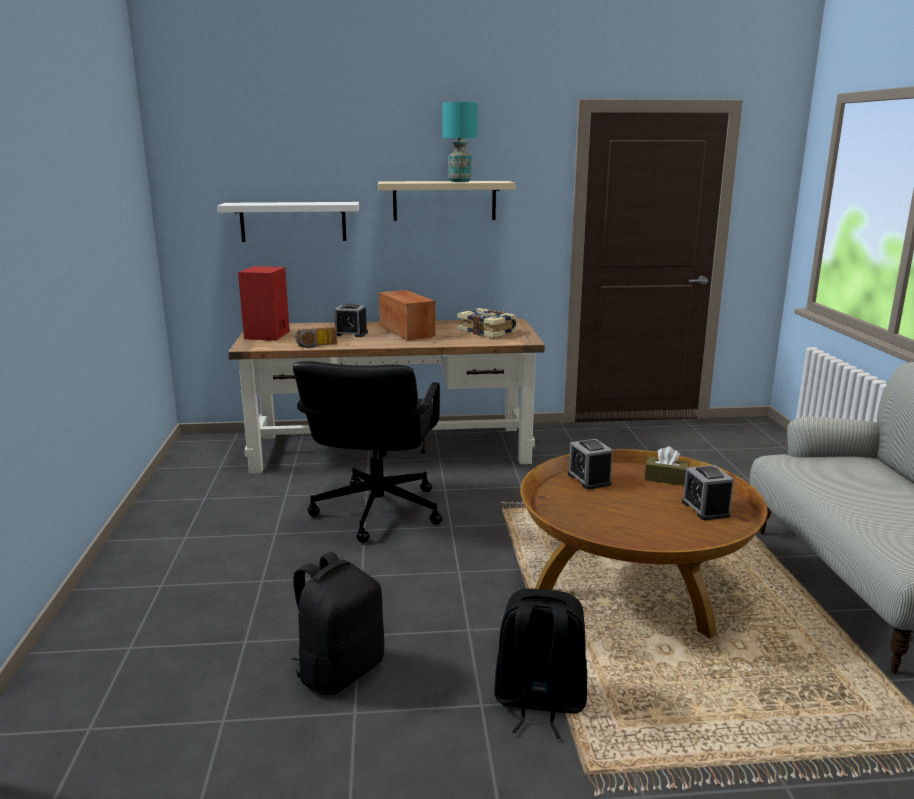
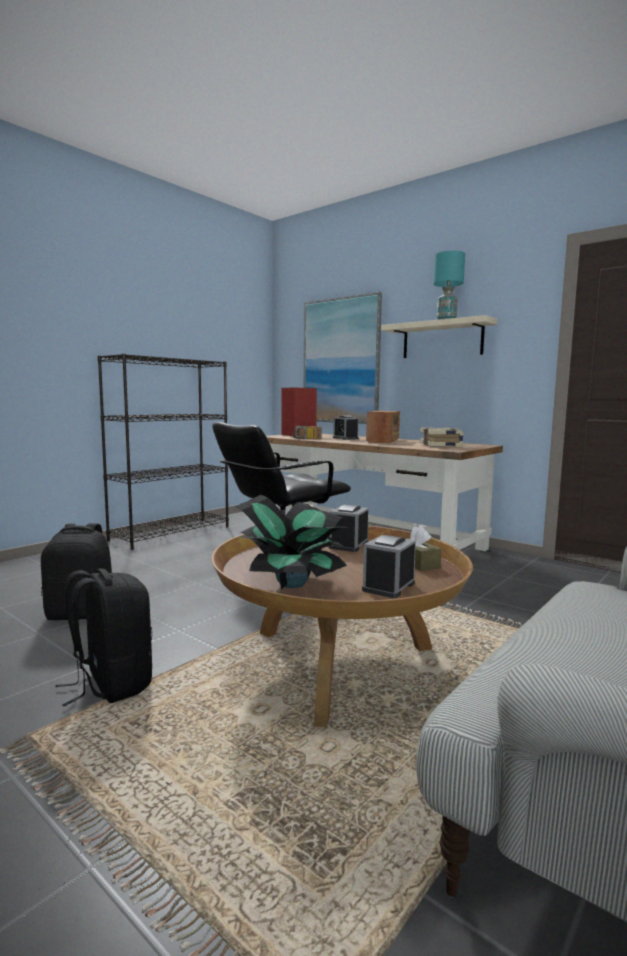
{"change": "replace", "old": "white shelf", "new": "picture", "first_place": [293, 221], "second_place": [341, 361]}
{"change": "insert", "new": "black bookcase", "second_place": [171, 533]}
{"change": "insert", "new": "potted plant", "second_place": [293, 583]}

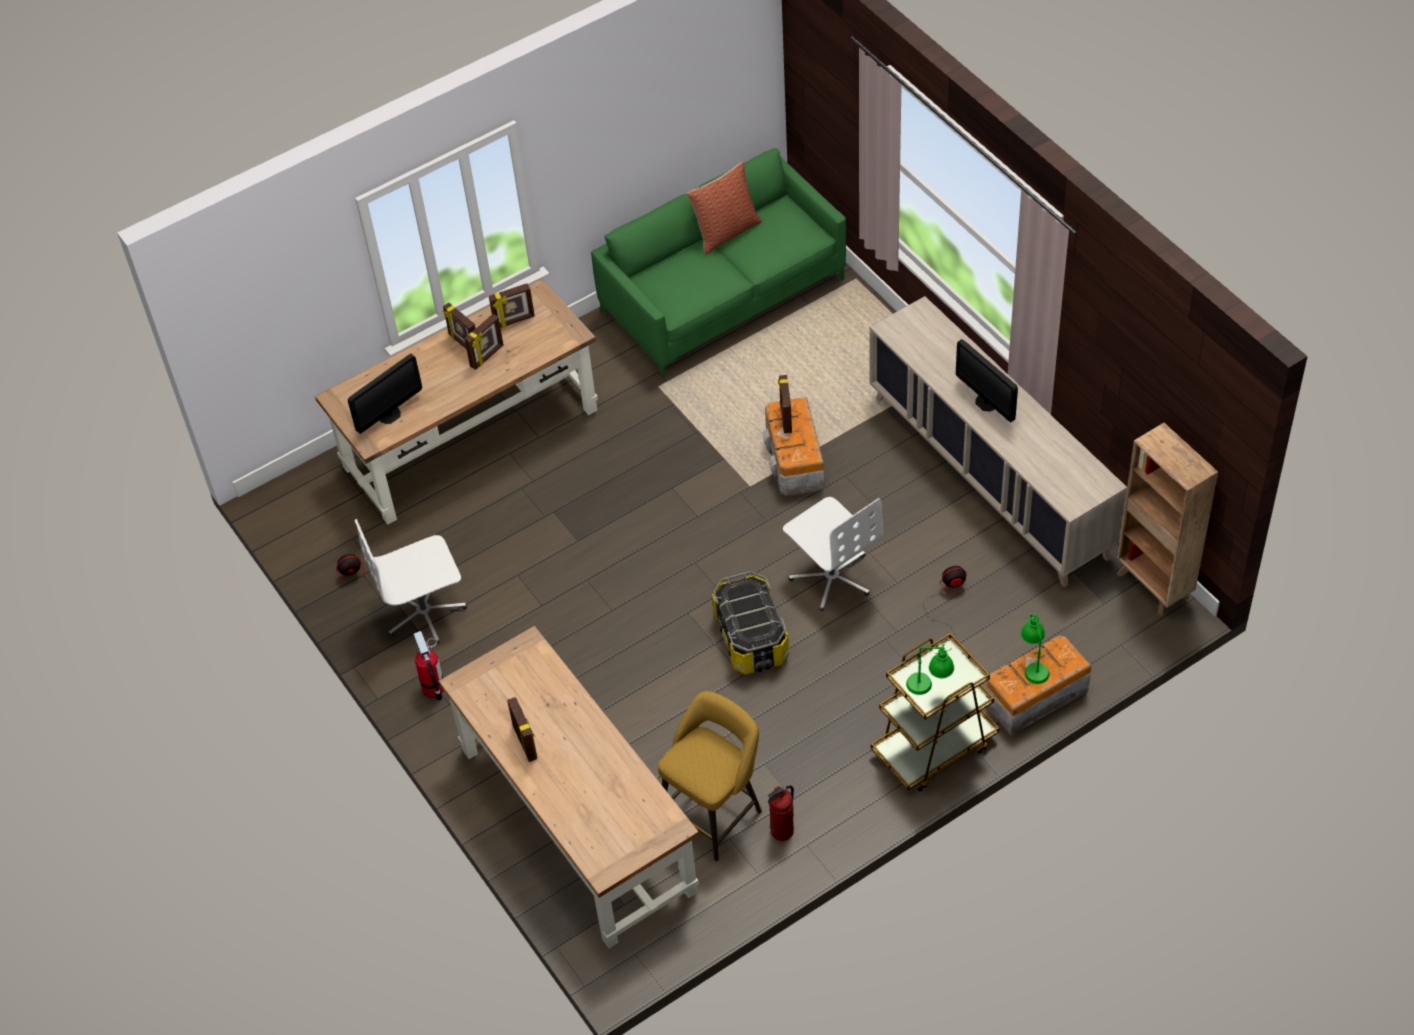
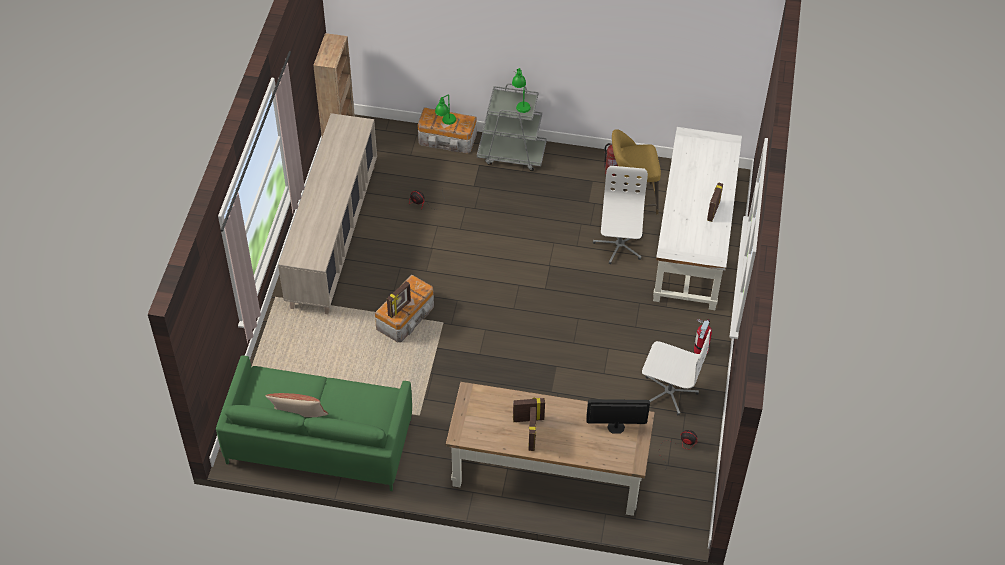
{"change": "recolor", "old": "brown desk", "new": "white desk", "first_place": [576, 819], "second_place": [693, 243]}
{"change": "delete", "old": "picture frame", "first_place": [514, 321]}
{"change": "delete", "old": "storage box", "first_place": [751, 637]}
{"change": "move", "old": "white office chair", "first_place": [832, 577], "second_place": [619, 245]}
{"change": "recolor", "old": "brown cart", "new": "grey cart", "first_place": [934, 747], "second_place": [512, 154]}
{"change": "delete", "old": "monitor", "first_place": [986, 402]}

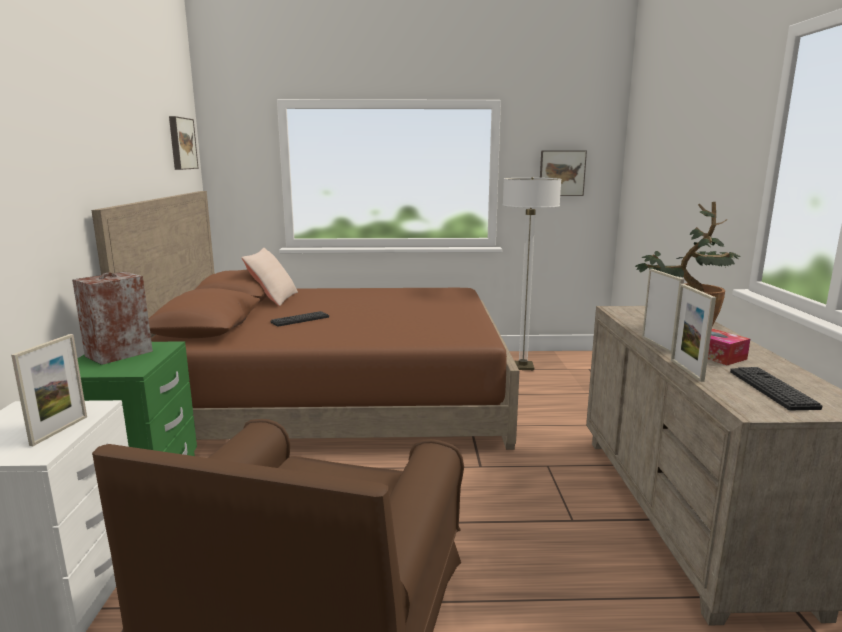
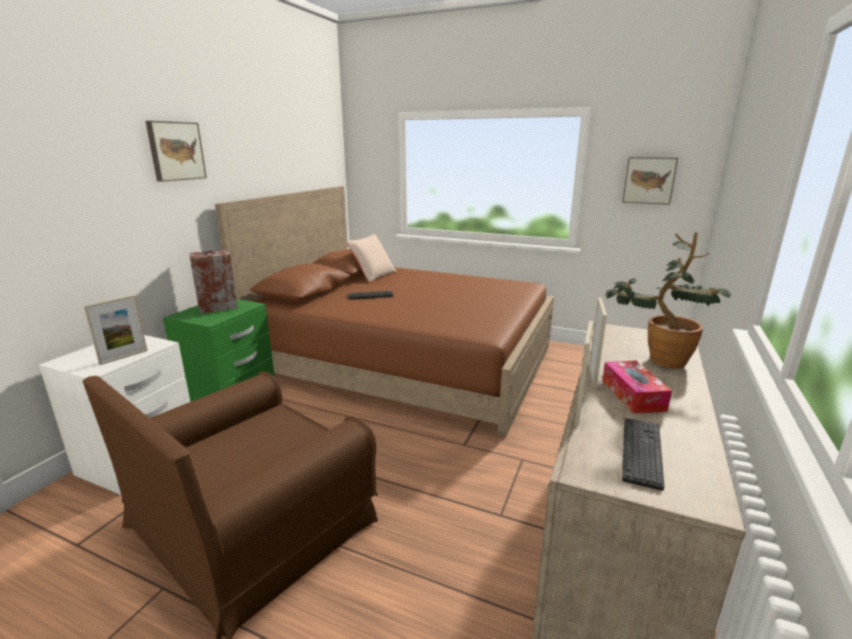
{"change": "move", "old": "picture", "first_place": [181, 143], "second_place": [175, 151]}
{"change": "delete", "old": "floor lamp", "first_place": [522, 367]}

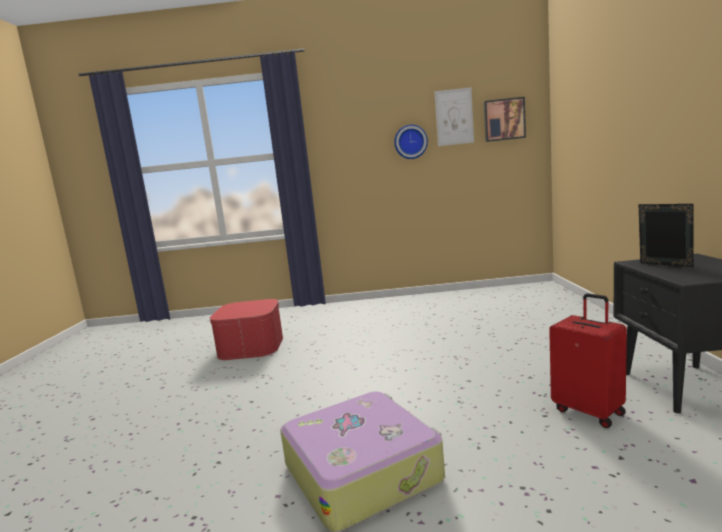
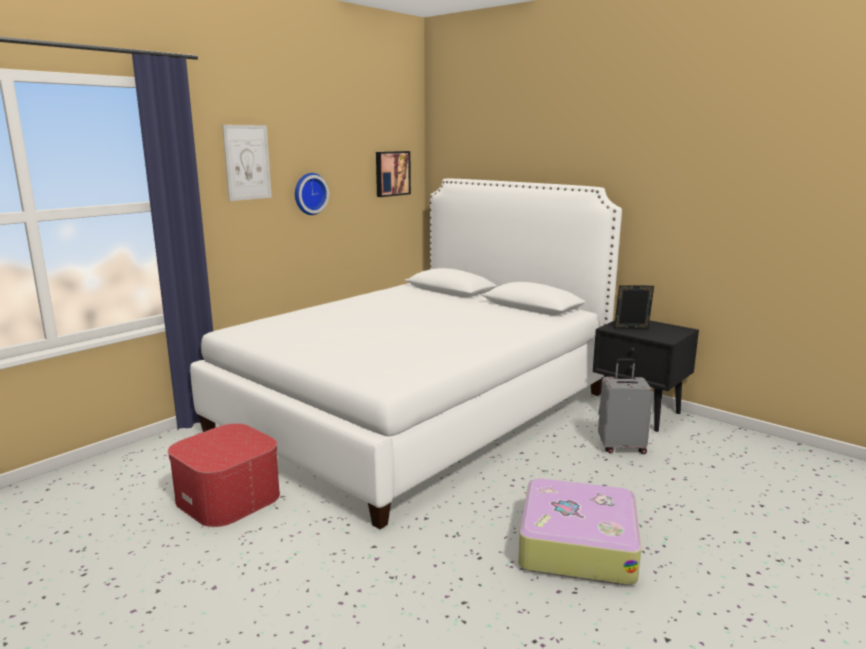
{"change": "move", "old": "picture", "first_place": [454, 117], "second_place": [247, 162]}
{"change": "recolor", "old": "red suitcase", "new": "grey suitcase", "first_place": [589, 411], "second_place": [621, 447]}
{"change": "insert", "new": "white bed", "second_place": [416, 411]}

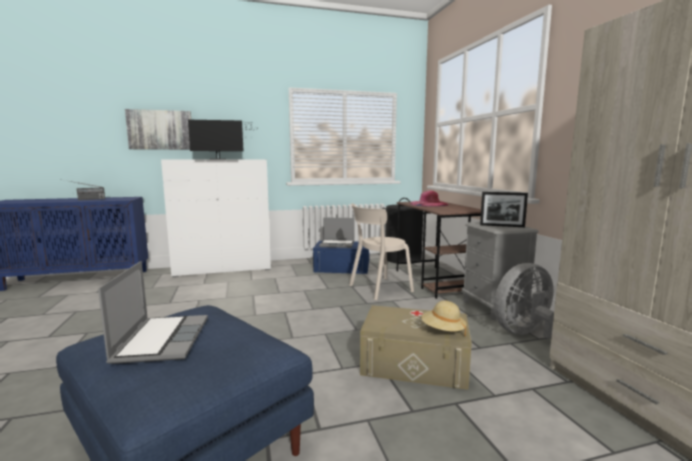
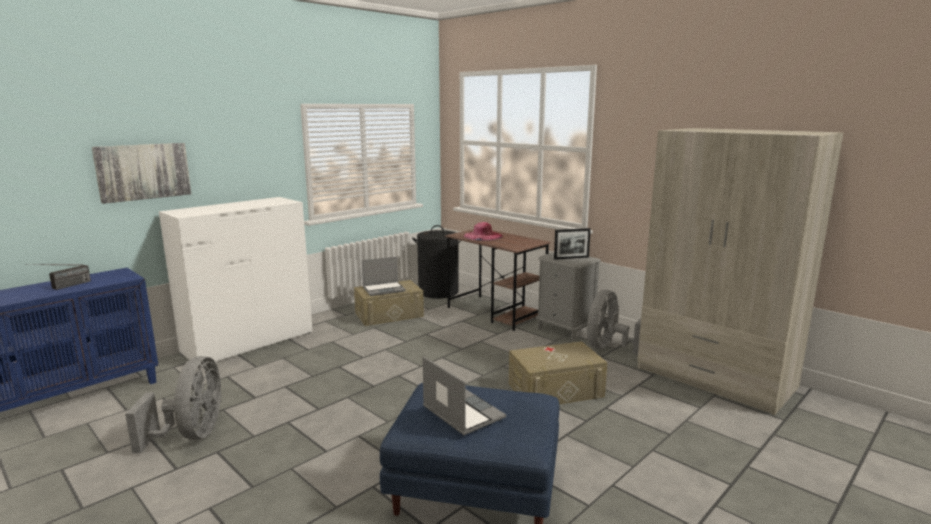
{"change": "delete", "old": "monitor", "first_place": [220, 159]}
{"change": "recolor", "old": "blue storage box", "new": "beige storage box", "first_place": [342, 268], "second_place": [389, 314]}
{"change": "delete", "old": "beige chair", "first_place": [378, 289]}
{"change": "delete", "old": "beige hat", "first_place": [442, 331]}
{"change": "insert", "new": "grey fan", "second_place": [192, 435]}

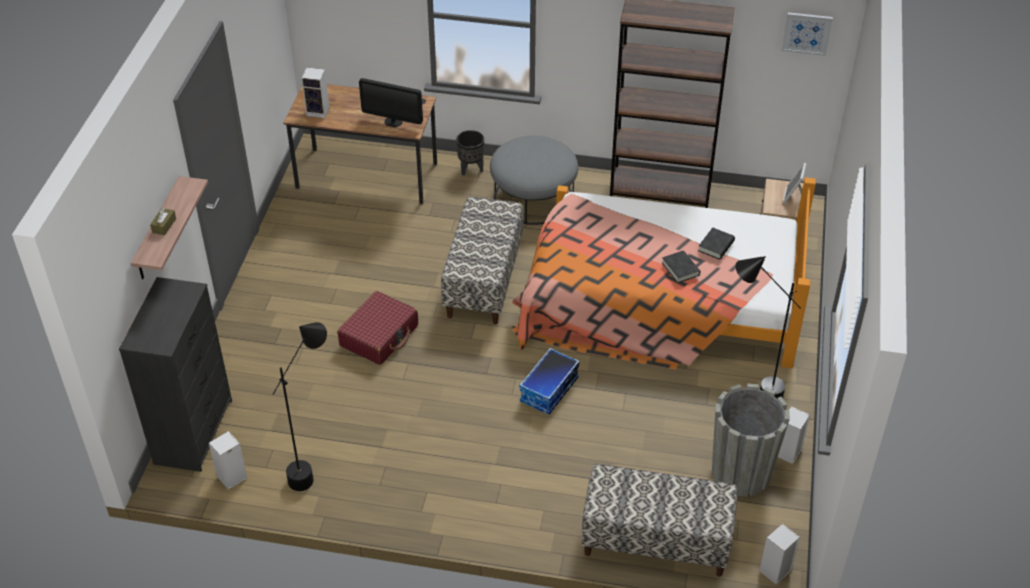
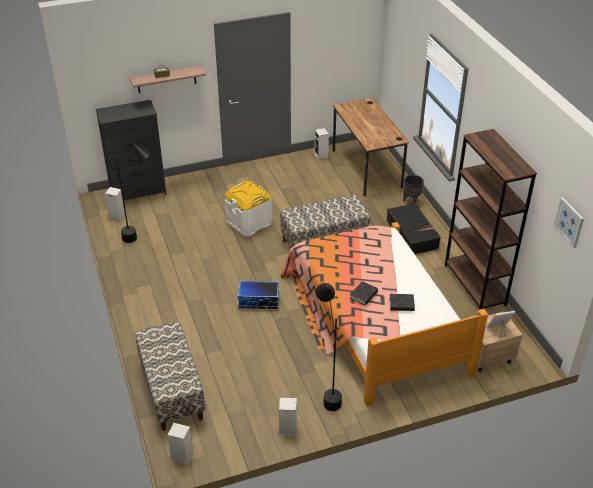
{"change": "move", "old": "speaker", "first_place": [319, 111], "second_place": [321, 155]}
{"change": "replace", "old": "red suitcase", "new": "white storage box", "first_place": [379, 335], "second_place": [249, 222]}
{"change": "delete", "old": "monitor", "first_place": [393, 122]}
{"change": "replace", "old": "grey ottoman", "new": "black suitcase", "first_place": [533, 198], "second_place": [412, 234]}
{"change": "delete", "old": "grey planter", "first_place": [741, 473]}

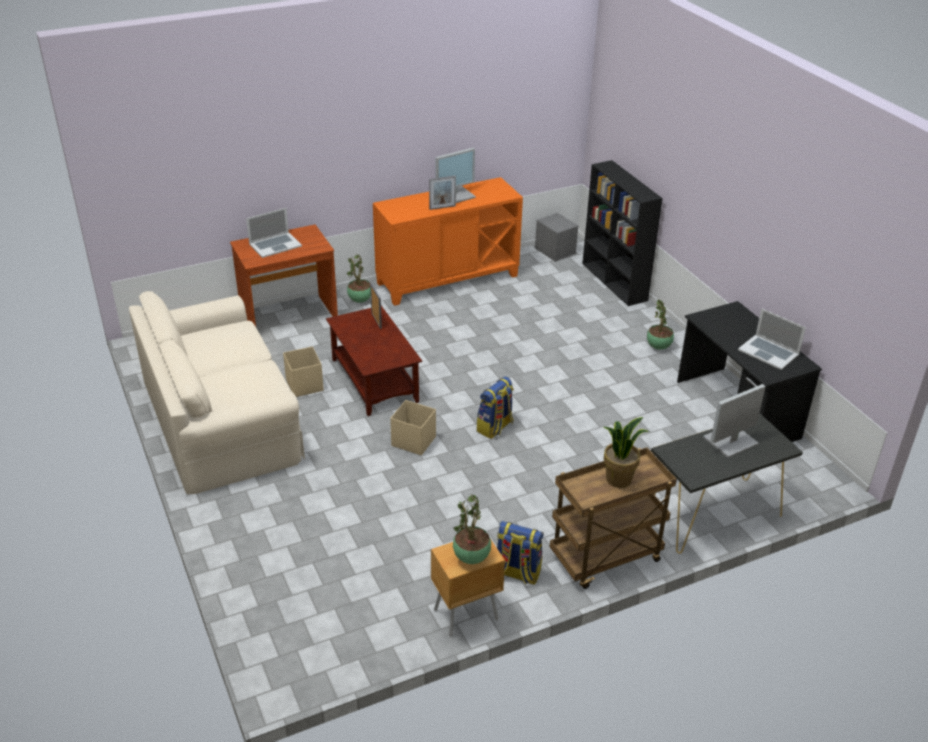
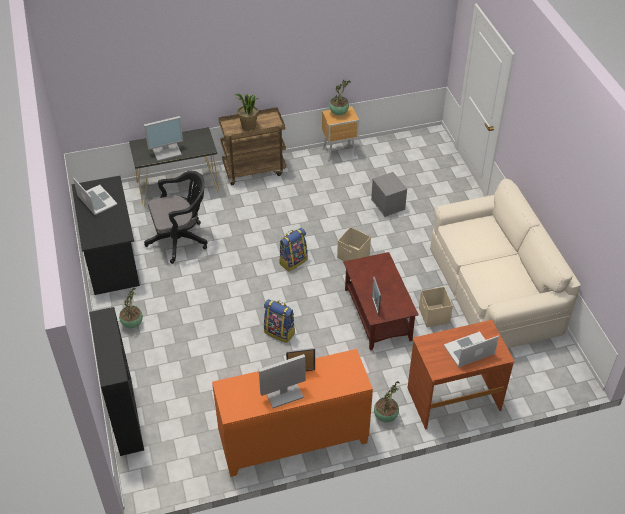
{"change": "move", "old": "backpack", "first_place": [517, 573], "second_place": [280, 332]}
{"change": "move", "old": "grey storage box", "first_place": [554, 251], "second_place": [388, 204]}
{"change": "insert", "new": "black office chair", "second_place": [181, 239]}

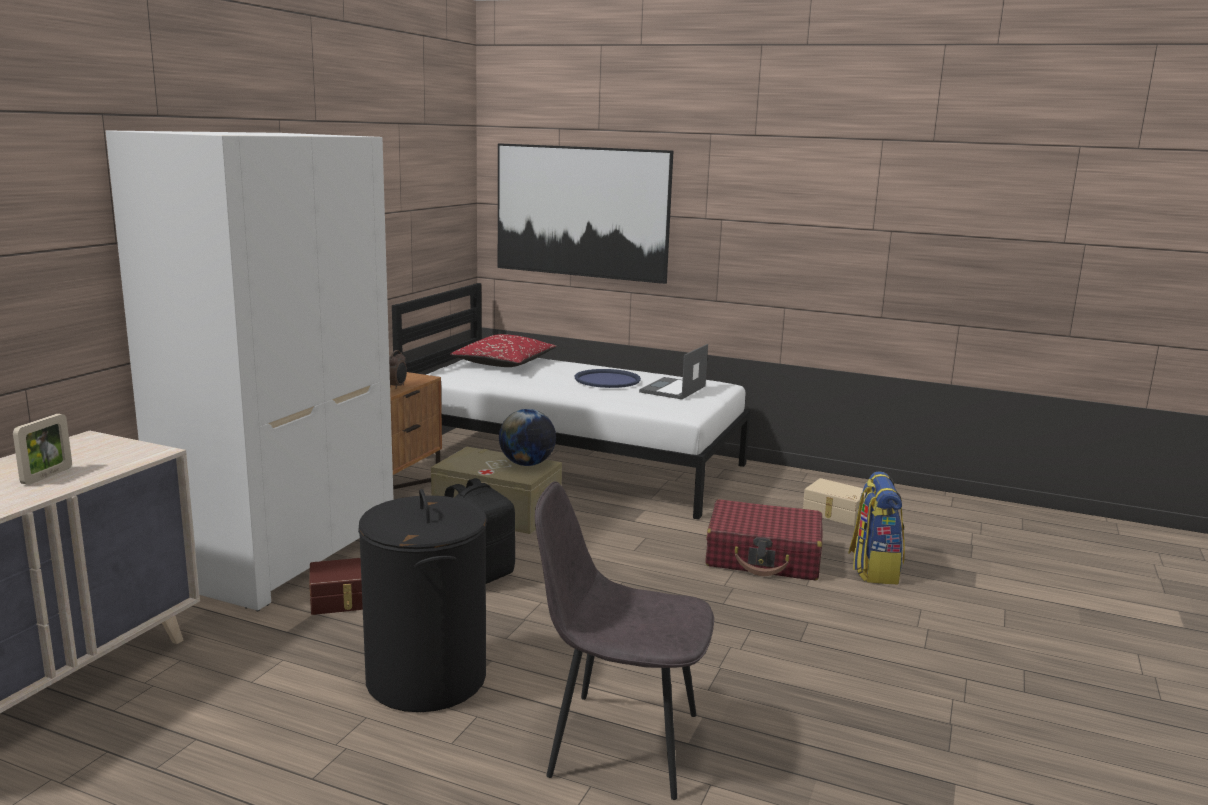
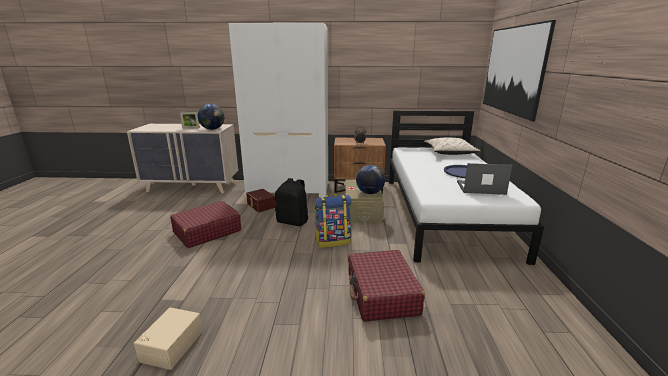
{"change": "replace", "old": "black laundry basket", "new": "red suitcase", "first_place": [427, 679], "second_place": [207, 232]}
{"change": "recolor", "old": "red pillow", "new": "beige pillow", "first_place": [503, 364], "second_place": [449, 153]}
{"change": "delete", "old": "grey chair", "first_place": [619, 743]}
{"change": "move", "old": "beige storage box", "first_place": [834, 513], "second_place": [171, 345]}
{"change": "move", "old": "backpack", "first_place": [873, 569], "second_place": [333, 241]}
{"change": "insert", "new": "globe", "second_place": [212, 129]}

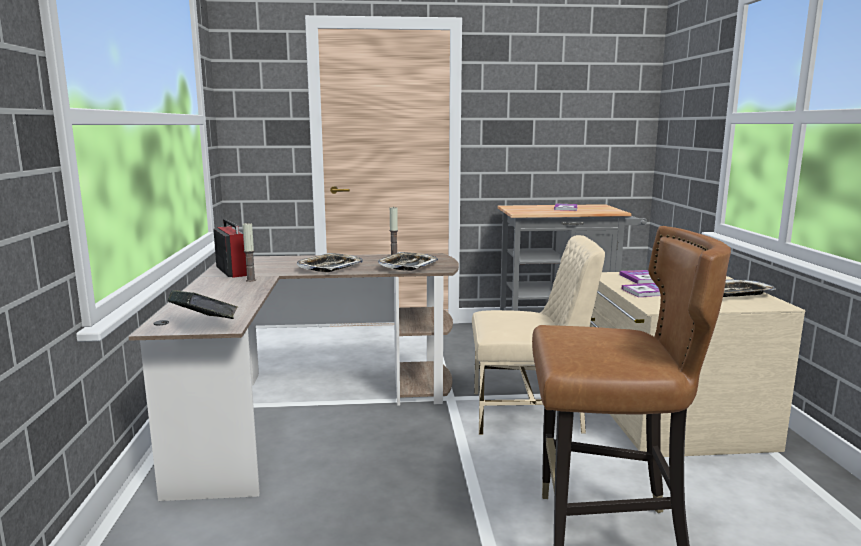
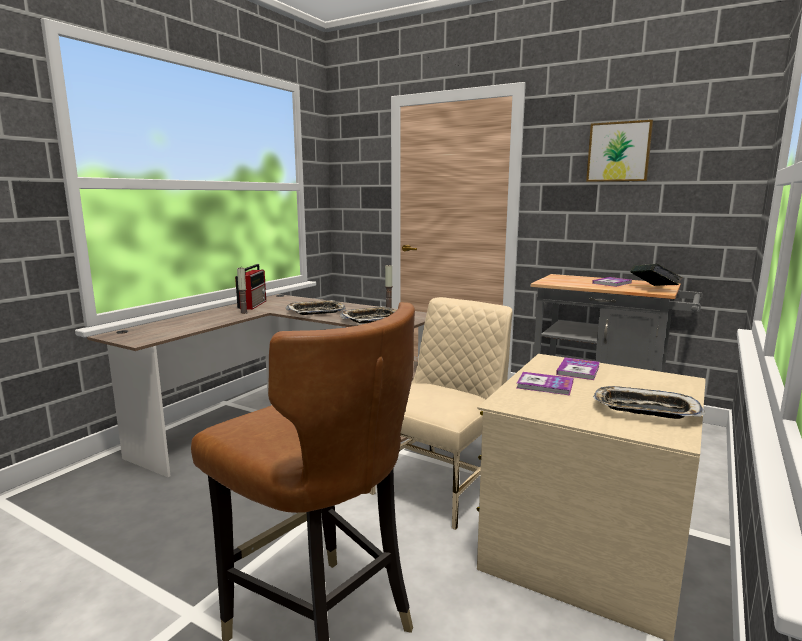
{"change": "move", "old": "book", "first_place": [204, 325], "second_place": [653, 289]}
{"change": "rotate", "old": "beige chair", "first_place": [529, 413], "second_place": [442, 485], "degrees": -90}
{"change": "insert", "new": "picture", "second_place": [619, 152]}

